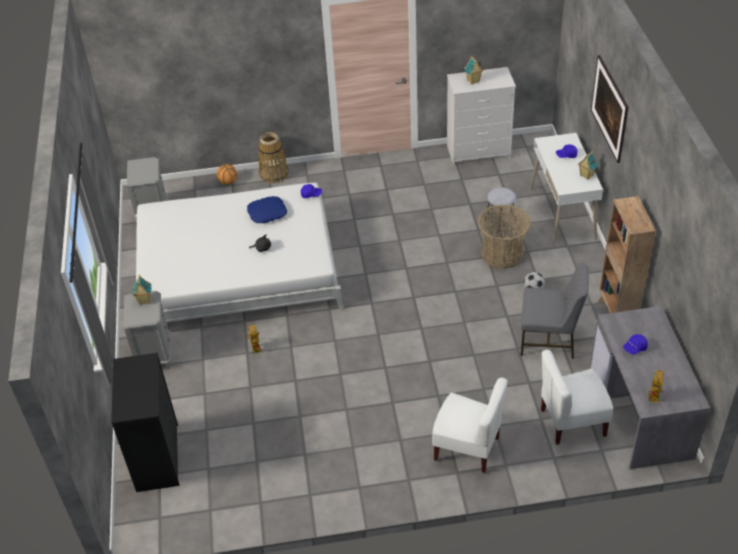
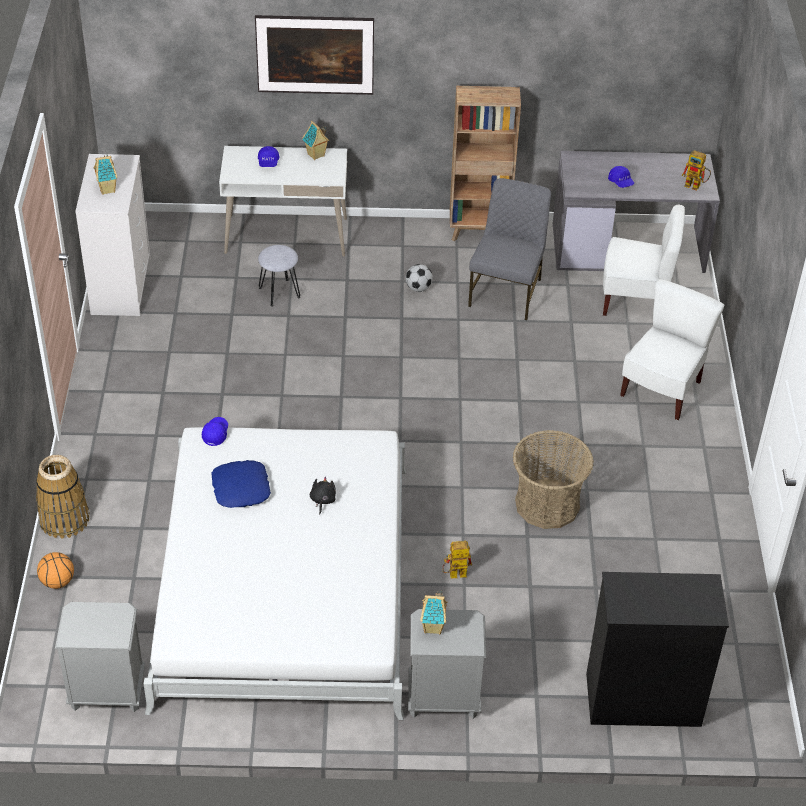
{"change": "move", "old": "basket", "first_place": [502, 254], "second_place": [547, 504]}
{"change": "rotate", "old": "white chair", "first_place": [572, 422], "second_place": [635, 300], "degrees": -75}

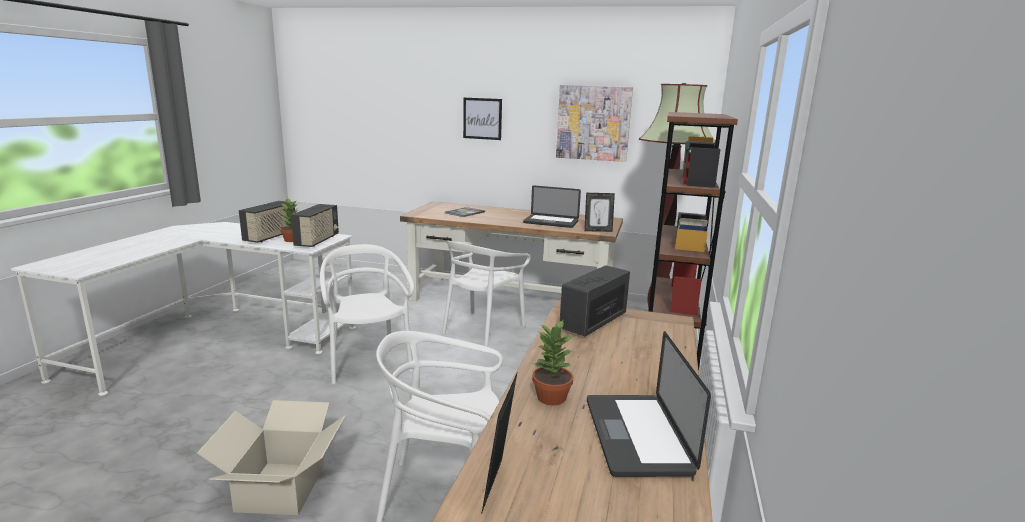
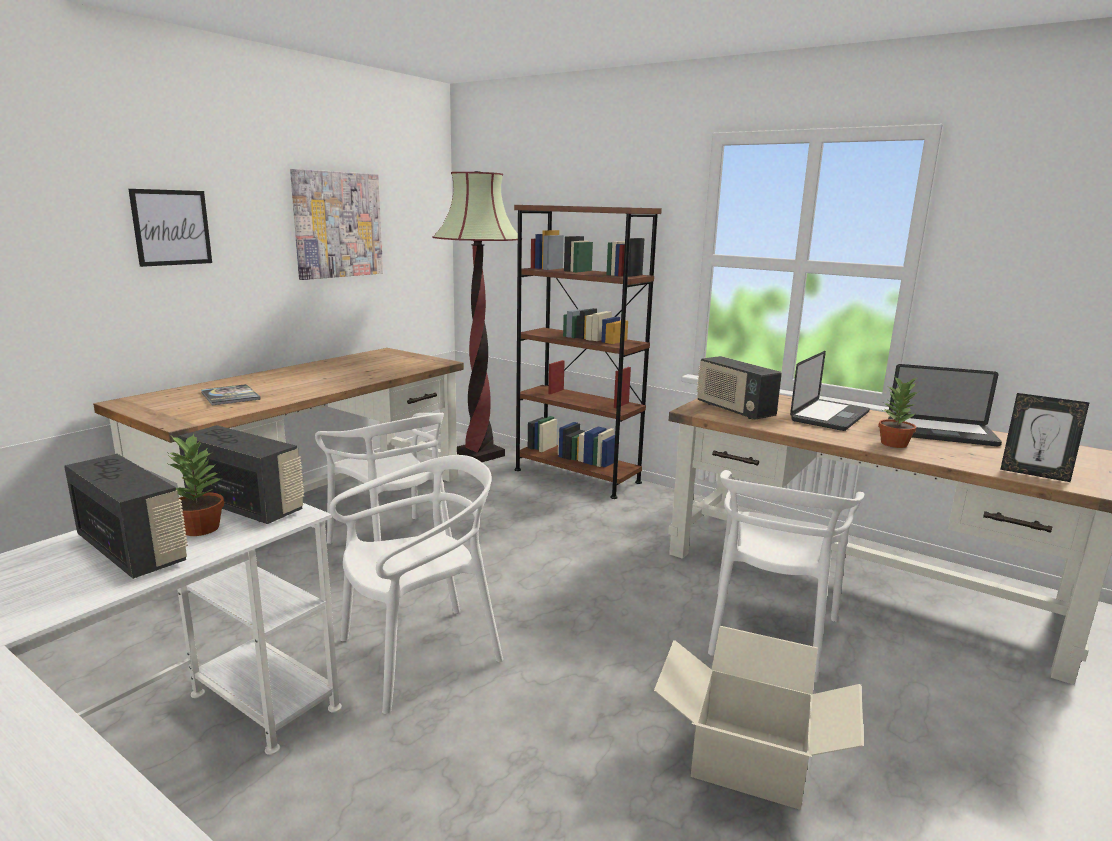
{"change": "rotate", "old": "white chair", "first_place": [368, 362], "second_place": [420, 654], "degrees": 150}
{"change": "move", "old": "laptop", "first_place": [551, 222], "second_place": [830, 416]}
{"change": "delete", "old": "picture frame", "first_place": [598, 230]}

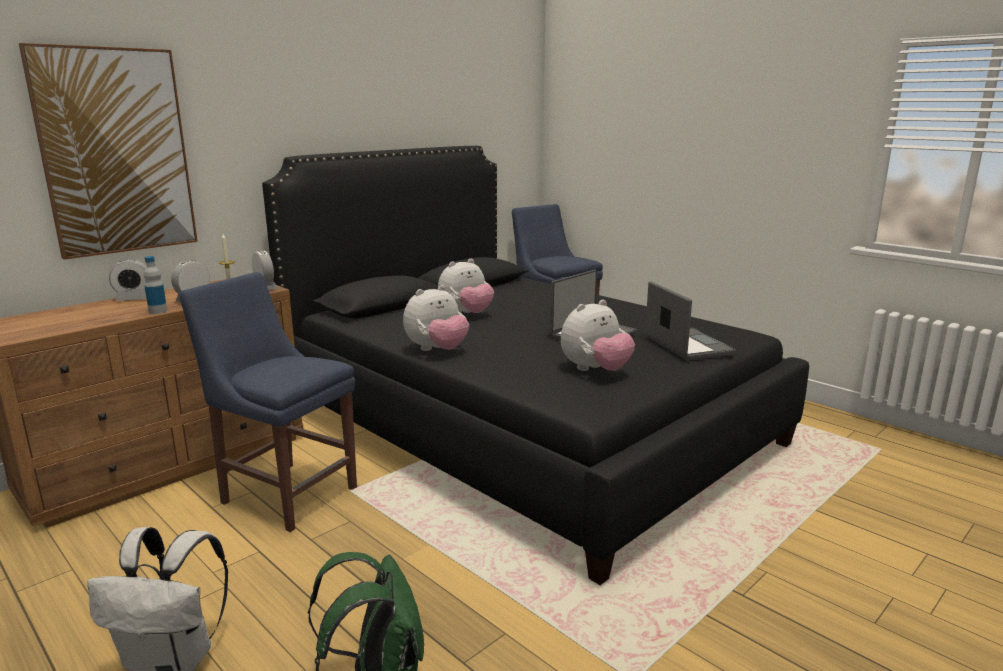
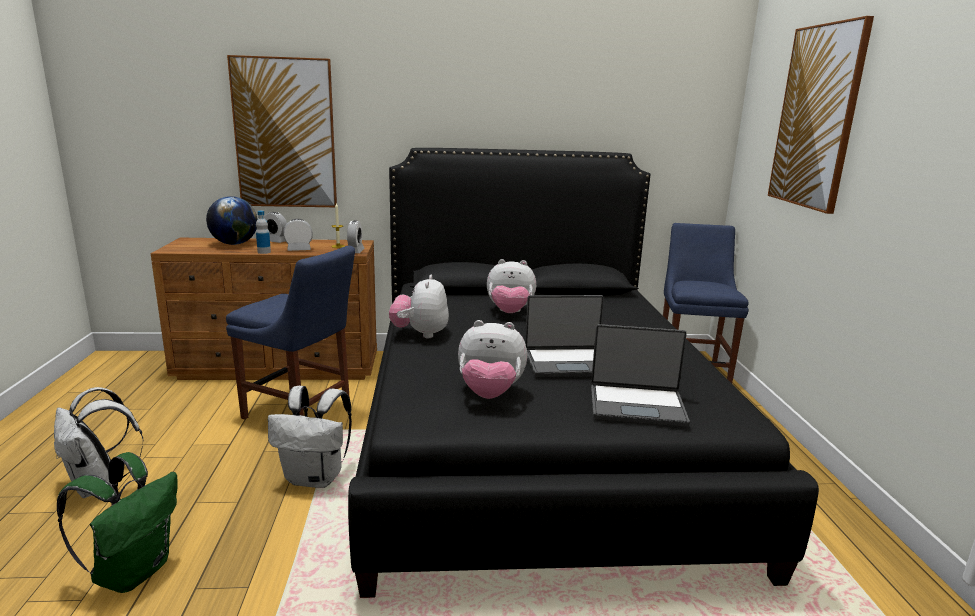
{"change": "rotate", "old": "blue chair", "first_place": [285, 493], "second_place": [300, 413], "degrees": 135}
{"change": "rotate", "old": "plush toy", "first_place": [437, 350], "second_place": [420, 334], "degrees": 90}
{"change": "rotate", "old": "laptop", "first_place": [686, 346], "second_place": [637, 405], "degrees": 75}
{"change": "insert", "new": "globe", "second_place": [234, 244]}
{"change": "insert", "new": "white backpack", "second_place": [316, 478]}
{"change": "insert", "new": "picture", "second_place": [817, 117]}

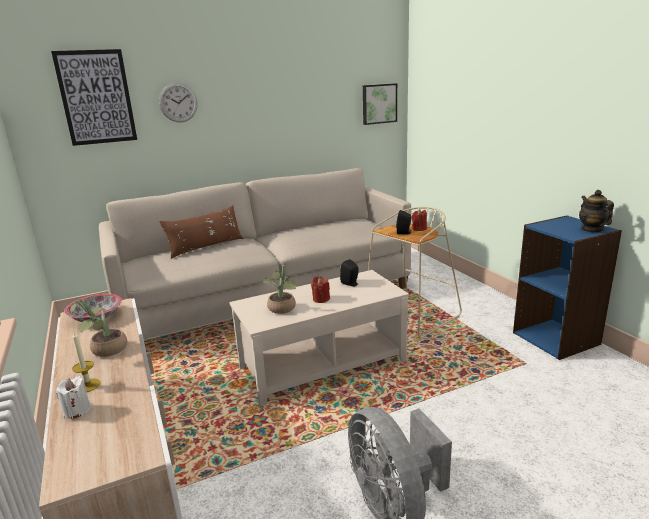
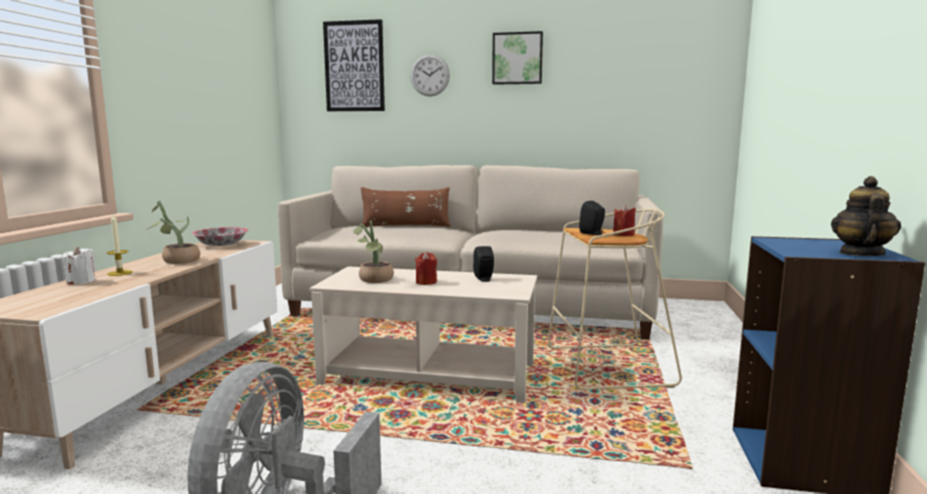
{"change": "move", "old": "picture", "first_place": [379, 104], "second_place": [517, 58]}

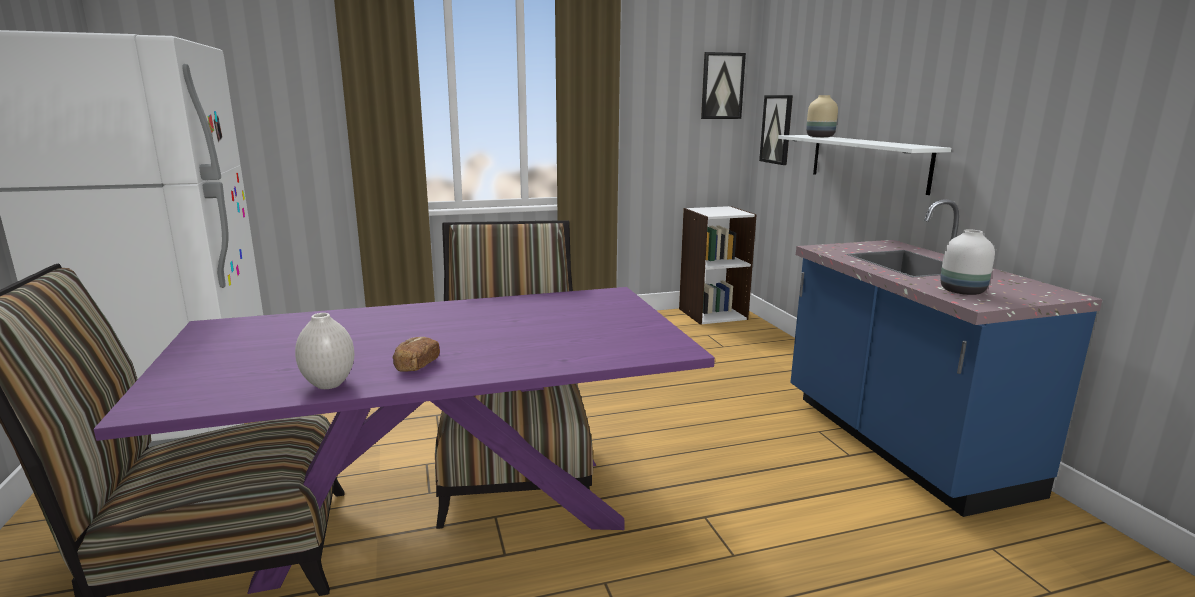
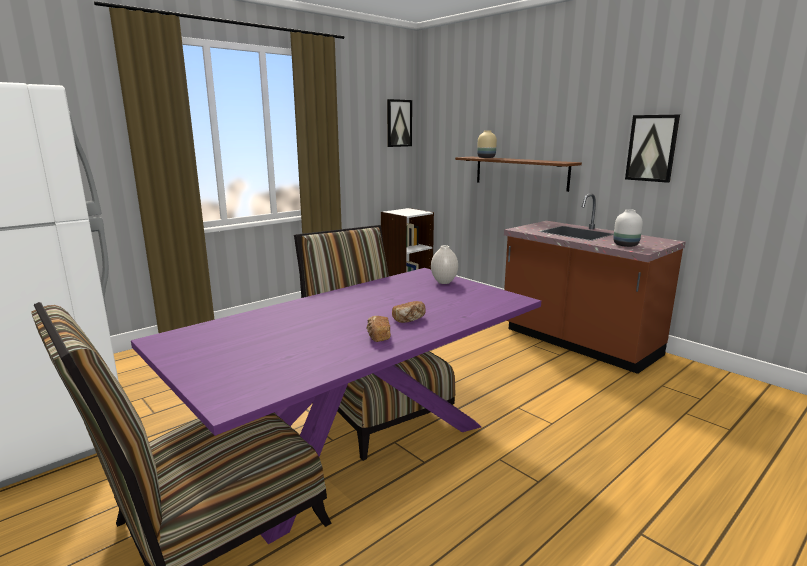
{"change": "move", "old": "white vase", "first_place": [328, 384], "second_place": [443, 282]}
{"change": "move", "old": "picture", "first_place": [777, 129], "second_place": [652, 148]}
{"change": "recolor", "old": "white shelf", "new": "brown shelf", "first_place": [867, 162], "second_place": [520, 173]}
{"change": "recolor", "old": "blue counter", "new": "brown counter", "first_place": [898, 443], "second_place": [578, 343]}
{"change": "insert", "new": "bread", "second_place": [409, 319]}

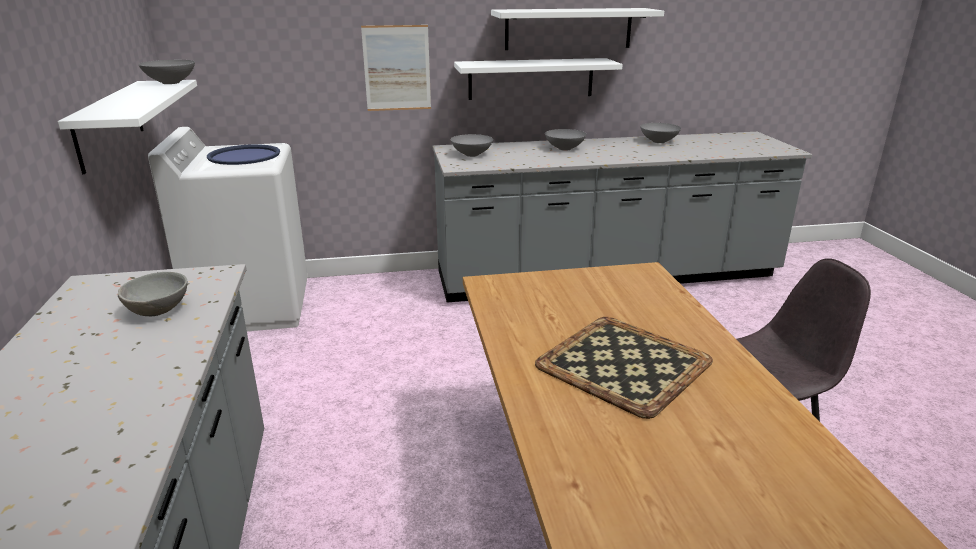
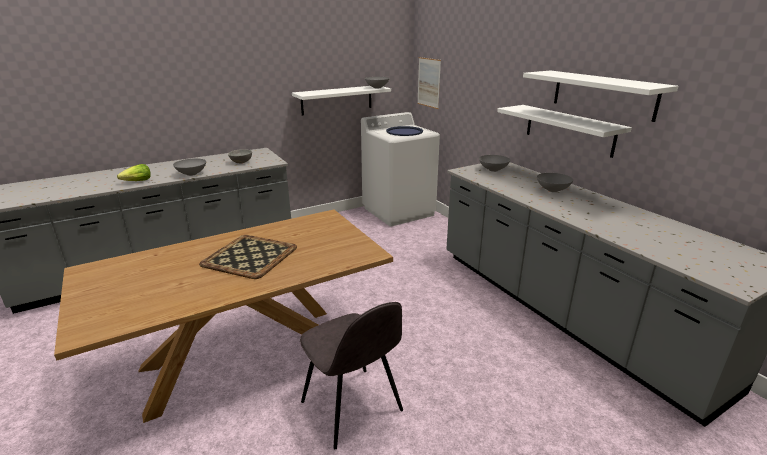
{"change": "move", "old": "picture", "first_place": [397, 68], "second_place": [428, 82]}
{"change": "move", "old": "grey bowl", "first_place": [659, 142], "second_place": [191, 174]}
{"change": "insert", "new": "lettuce", "second_place": [137, 181]}

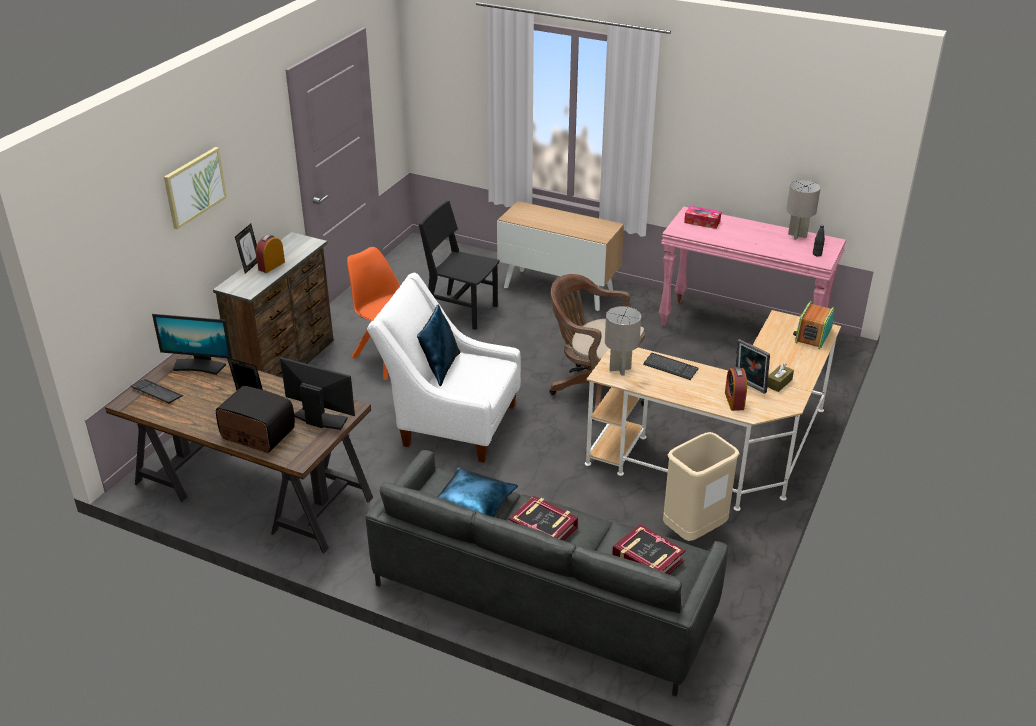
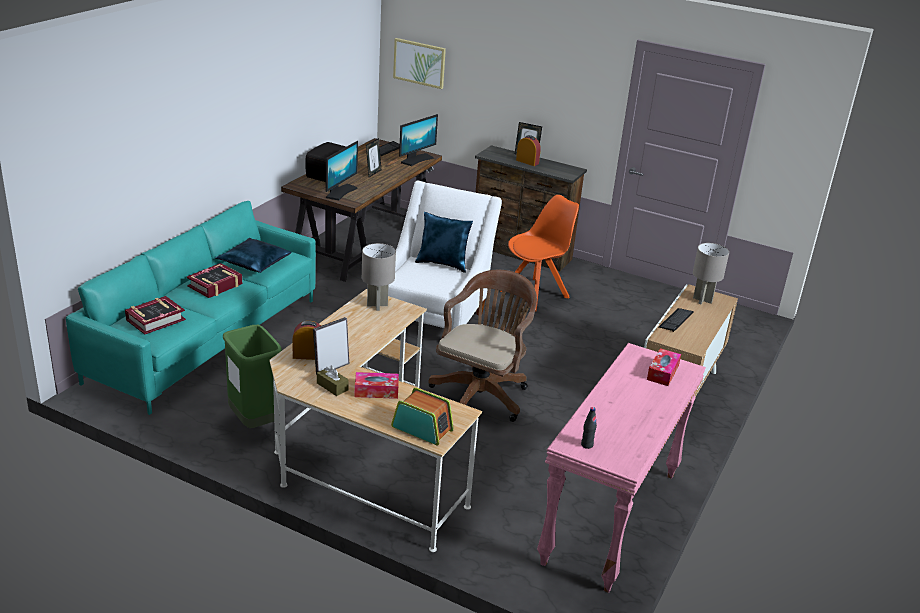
{"change": "rotate", "old": "monitor", "first_place": [199, 366], "second_place": [416, 160], "degrees": -150}
{"change": "move", "old": "picture", "first_place": [194, 187], "second_place": [419, 63]}
{"change": "recolor", "old": "grey sofa", "new": "turquoise sofa", "first_place": [543, 598], "second_place": [207, 340]}
{"change": "delete", "old": "black chair", "first_place": [461, 311]}
{"change": "move", "old": "keyboard", "first_place": [670, 367], "second_place": [676, 320]}
{"change": "recolor", "old": "beige trash can", "new": "green trash can", "first_place": [694, 531], "second_place": [254, 421]}
{"change": "move", "old": "grey table lamp", "first_place": [797, 235], "second_place": [702, 300]}
{"change": "insert", "new": "tissue box", "second_place": [376, 391]}

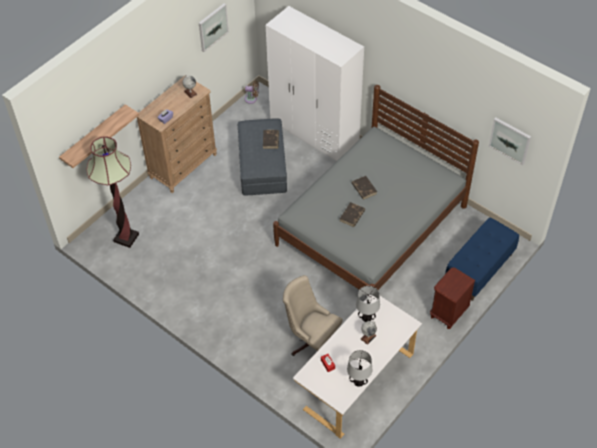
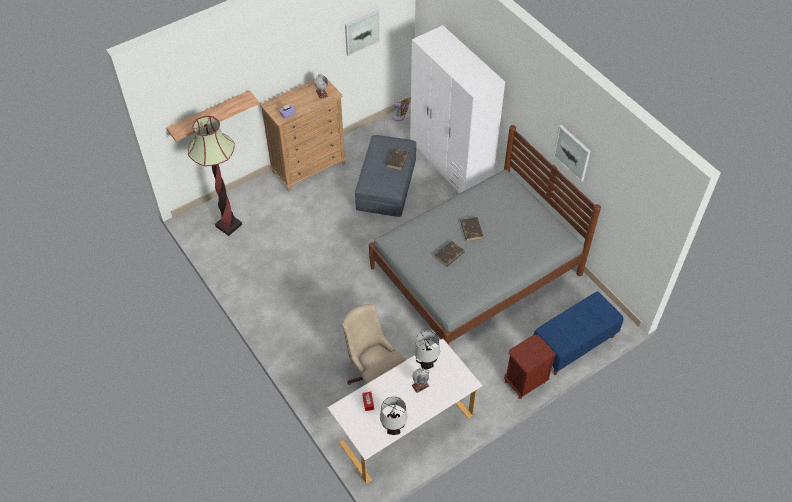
{"change": "move", "old": "picture", "first_place": [510, 140], "second_place": [572, 152]}

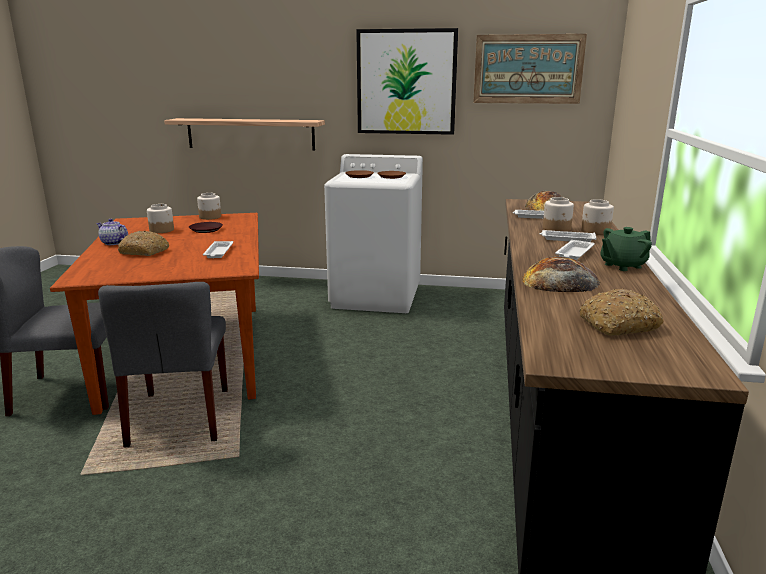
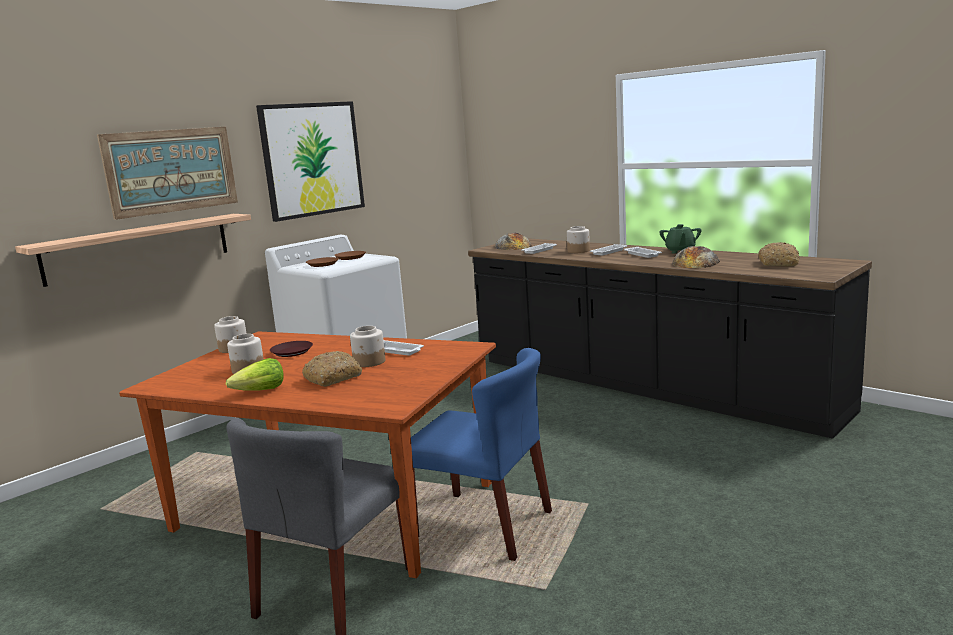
{"change": "replace", "old": "teapot", "new": "lettuce", "first_place": [113, 243], "second_place": [260, 391]}
{"change": "recolor", "old": "grey chair", "new": "blue chair", "first_place": [180, 417], "second_place": [484, 525]}
{"change": "move", "old": "picture", "first_place": [528, 69], "second_place": [171, 171]}
{"change": "move", "old": "jar", "first_place": [595, 231], "second_place": [369, 362]}

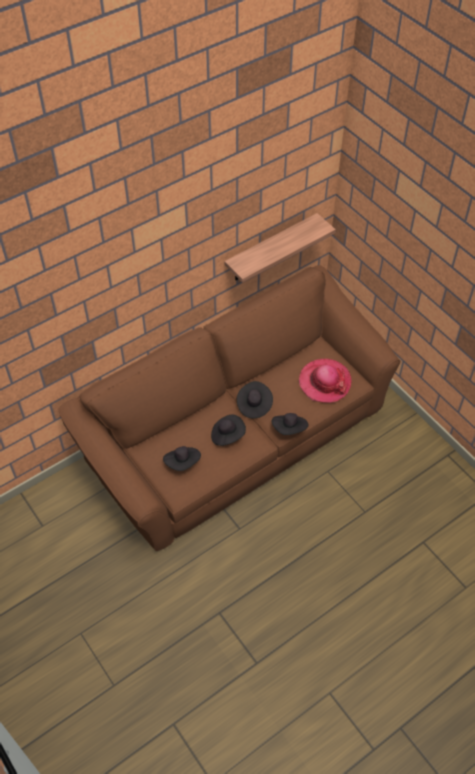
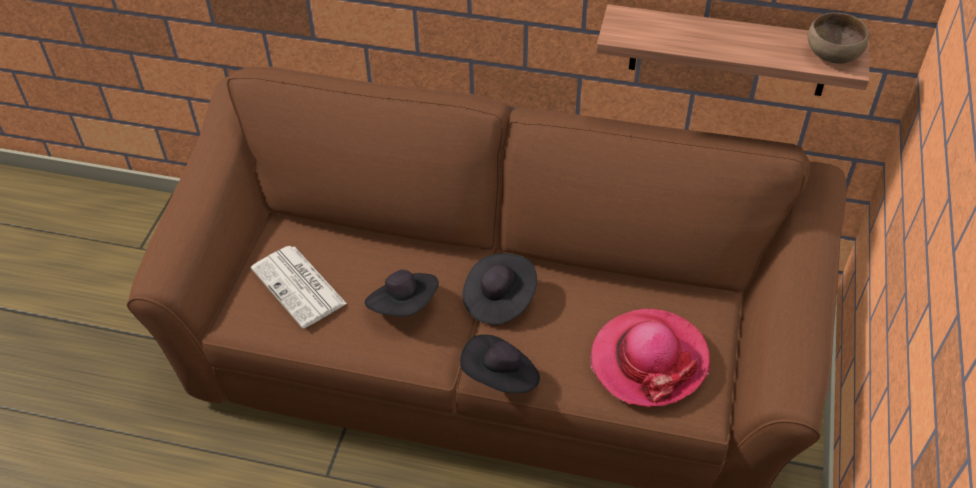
{"change": "replace", "old": "black hat", "new": "newspaper", "first_place": [183, 462], "second_place": [300, 287]}
{"change": "insert", "new": "brown bowl", "second_place": [831, 54]}

